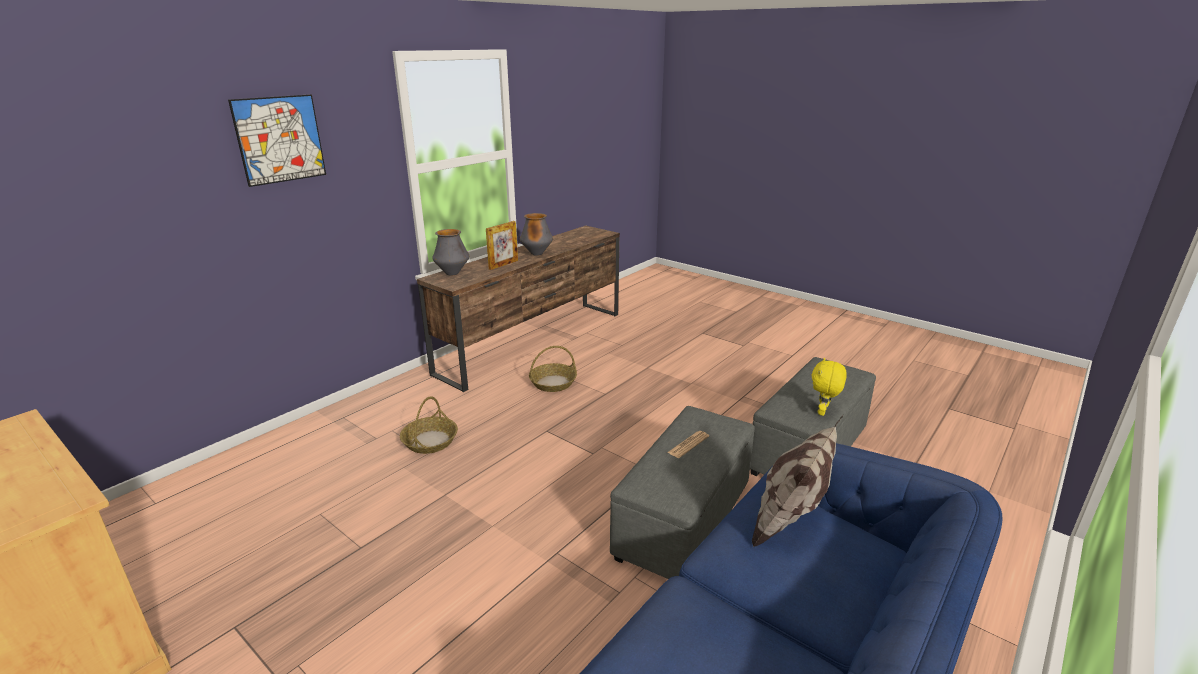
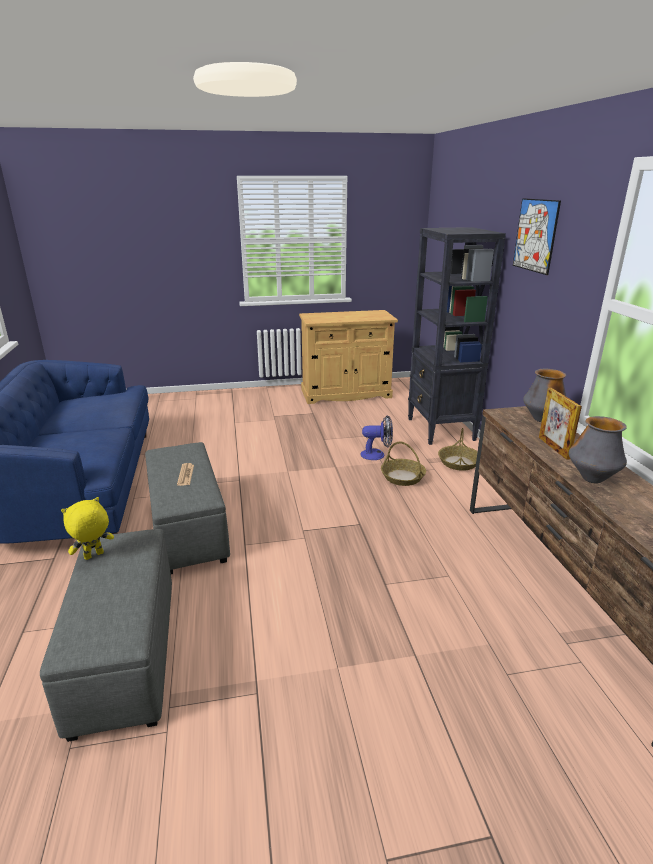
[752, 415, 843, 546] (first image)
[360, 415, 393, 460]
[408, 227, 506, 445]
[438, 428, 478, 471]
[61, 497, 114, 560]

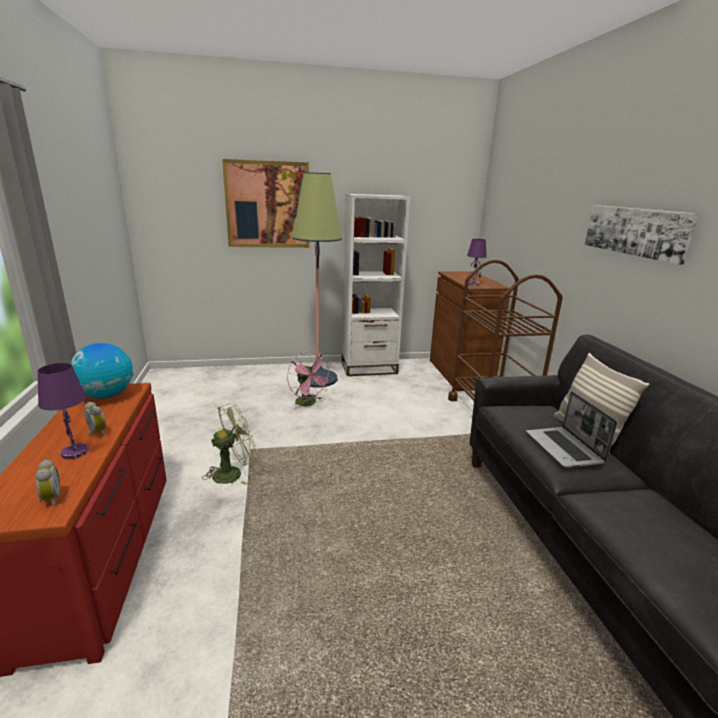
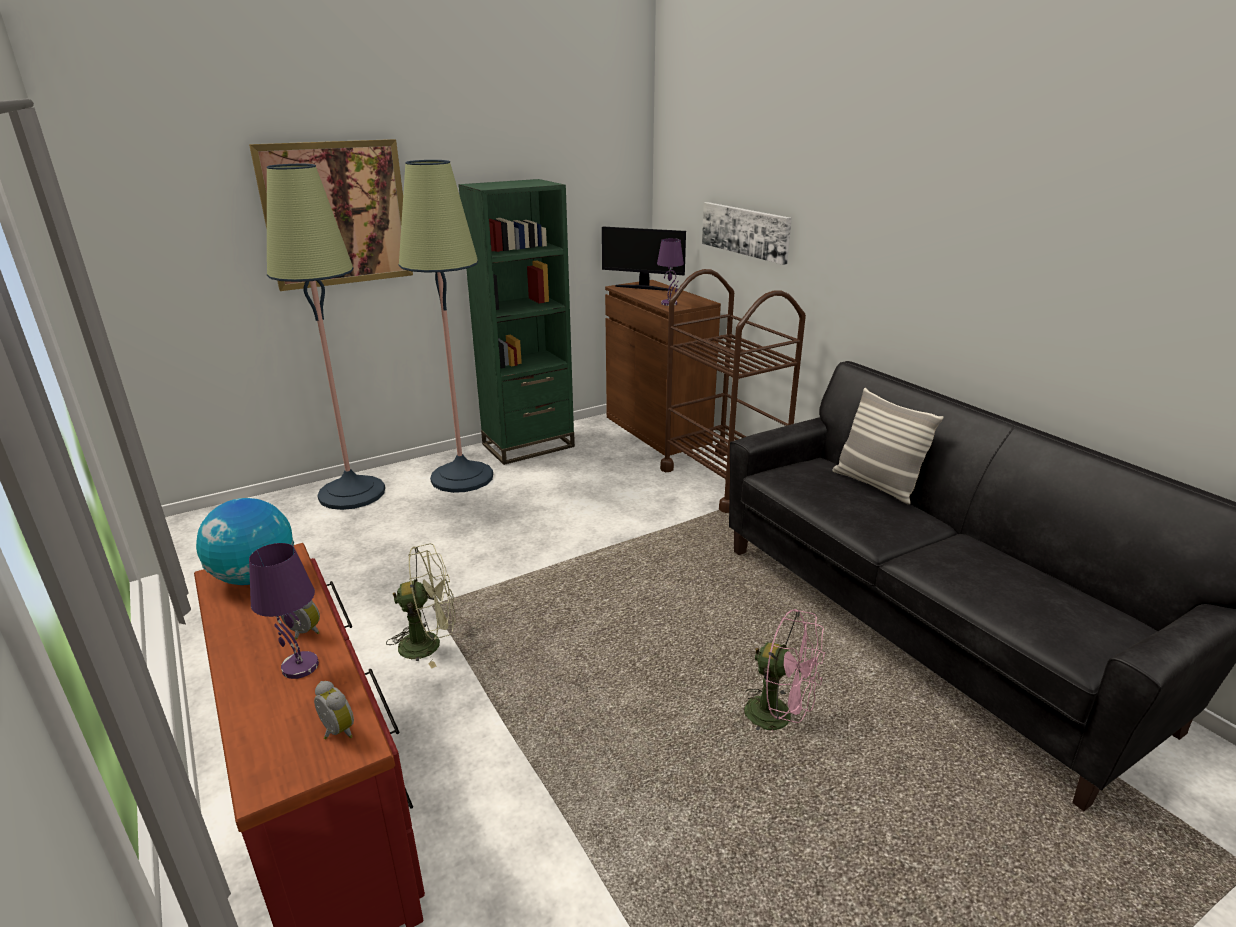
[526, 391, 617, 467] (first image)
[267, 164, 385, 510]
[602, 227, 686, 291]
[744, 609, 825, 732]
[702, 202, 792, 265]
[458, 179, 575, 465]
[386, 543, 455, 669]

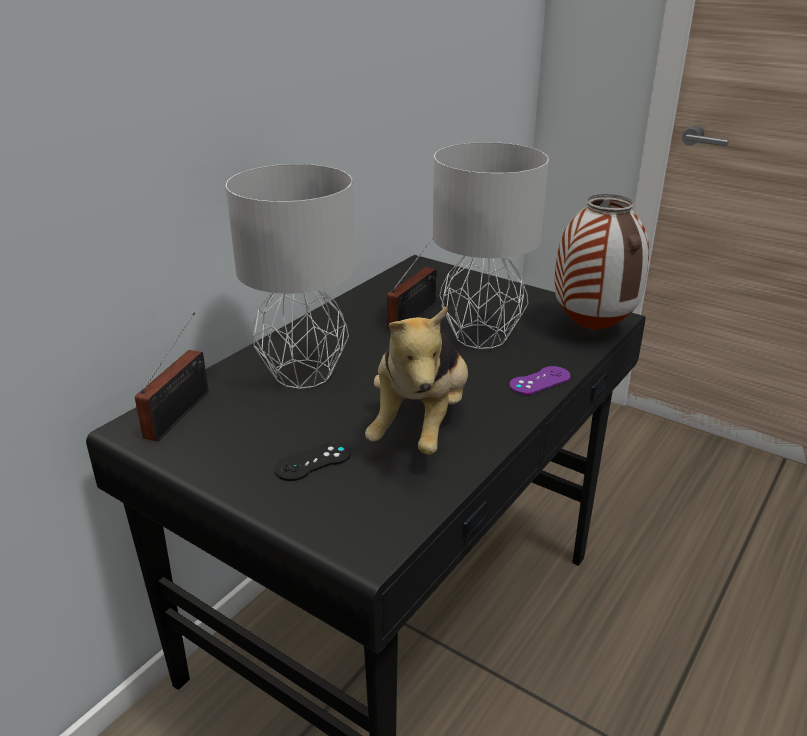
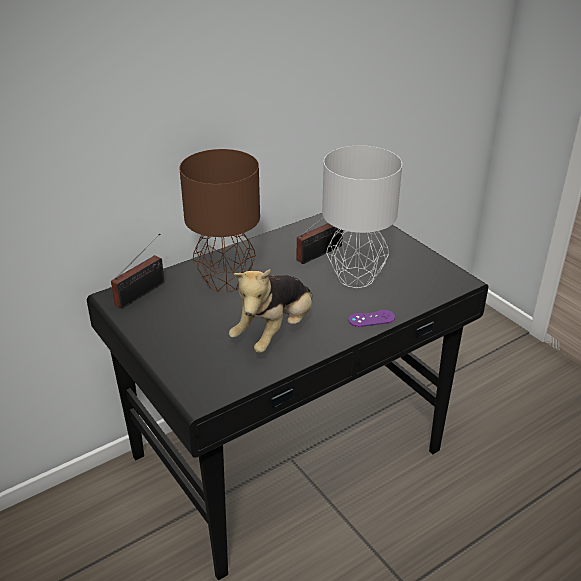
[274, 442, 351, 481] (first image)
[554, 194, 649, 330] (first image)
[179, 149, 260, 292]

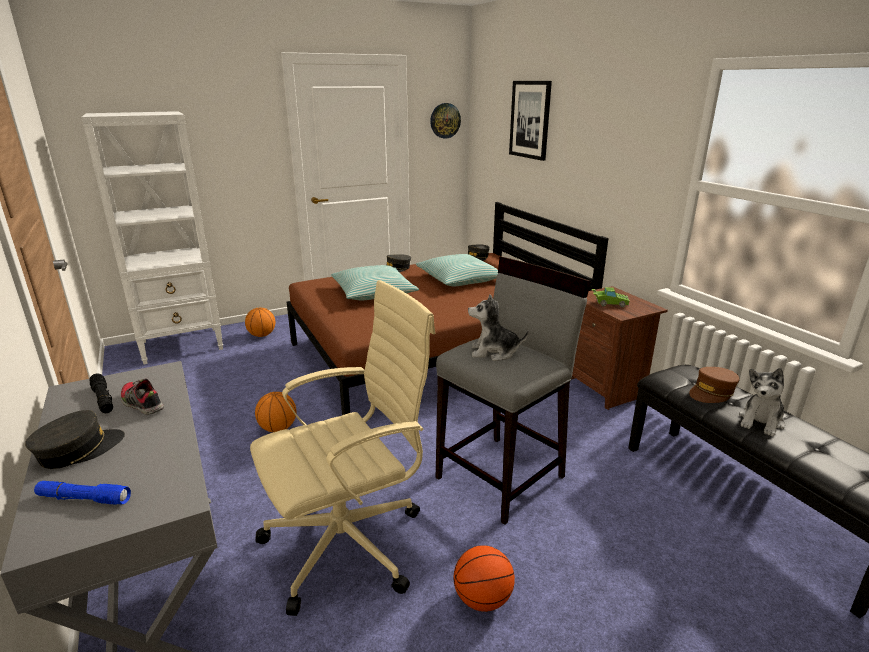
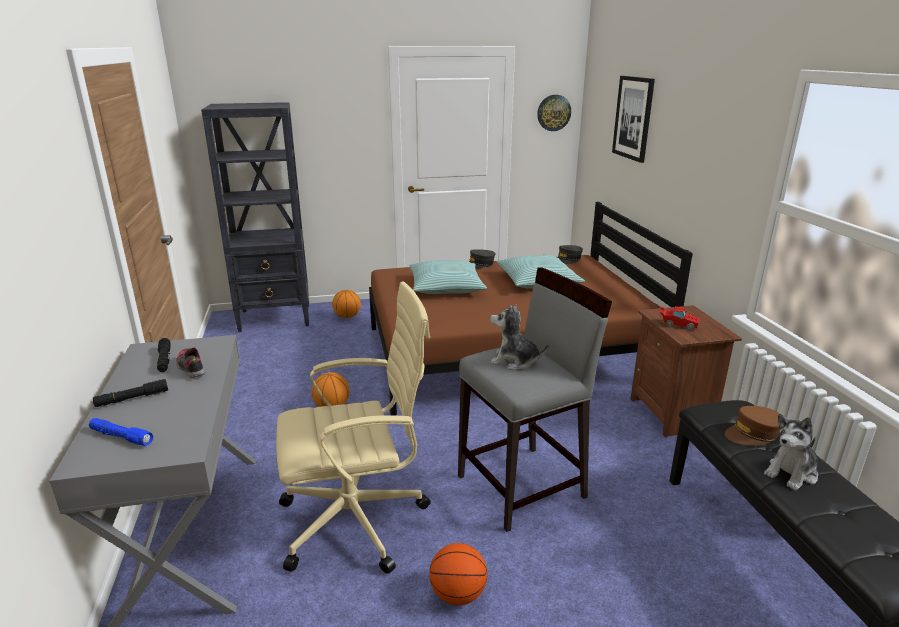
[93, 379, 168, 407]
[201, 102, 309, 332]
[659, 306, 700, 330]

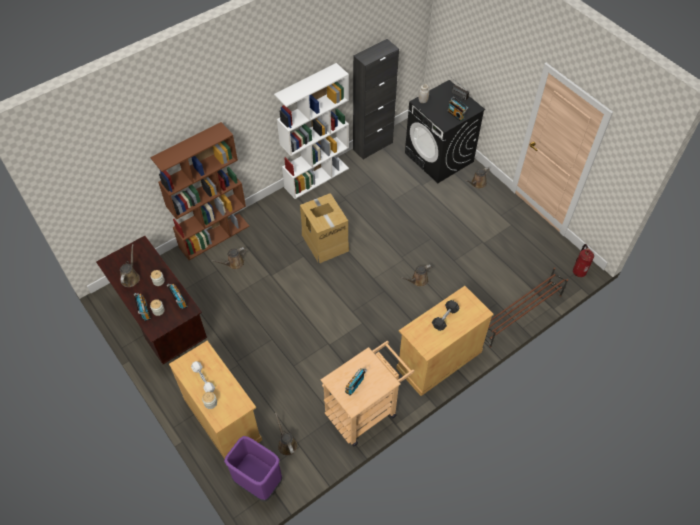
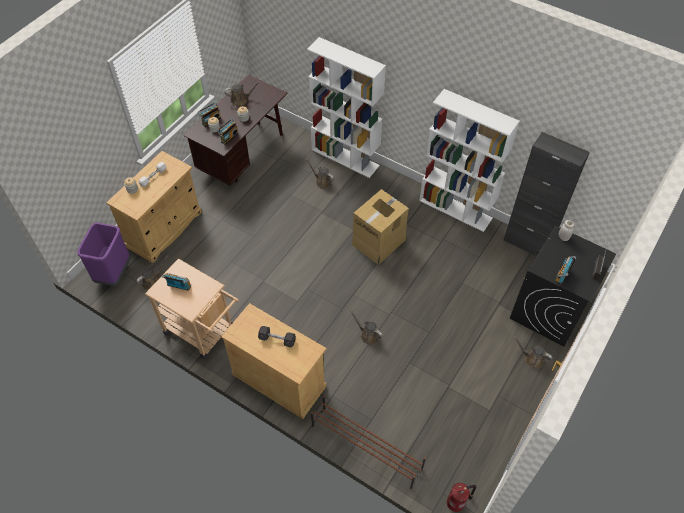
[307, 37, 386, 178]

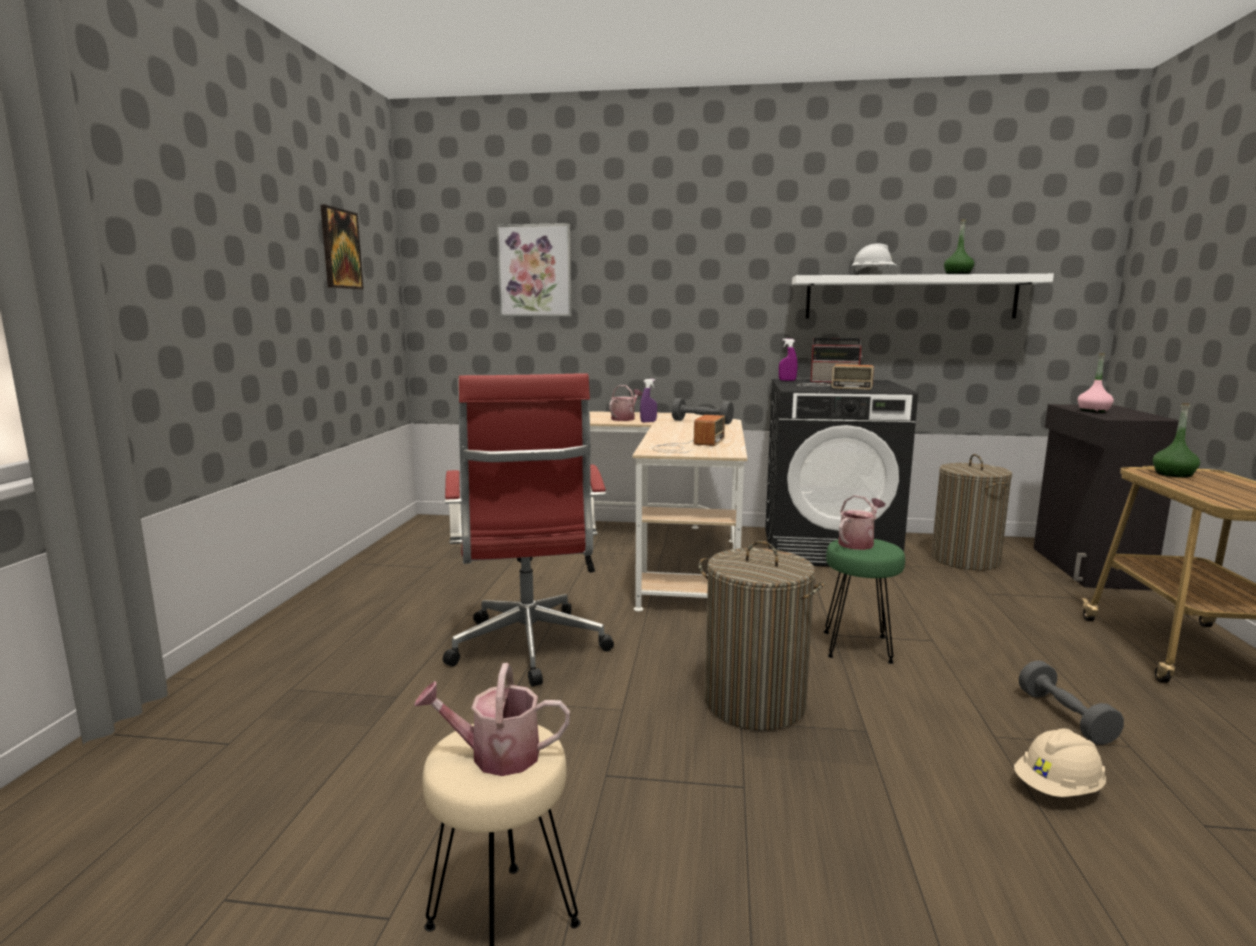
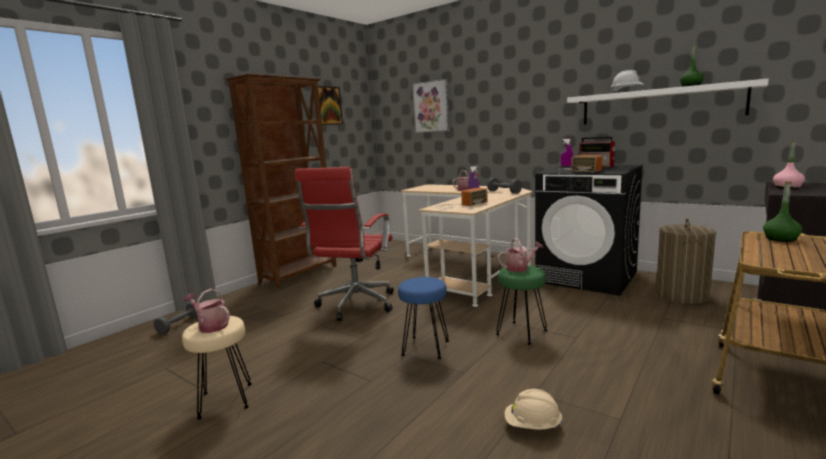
[226, 74, 337, 288]
[154, 303, 198, 334]
[398, 277, 449, 359]

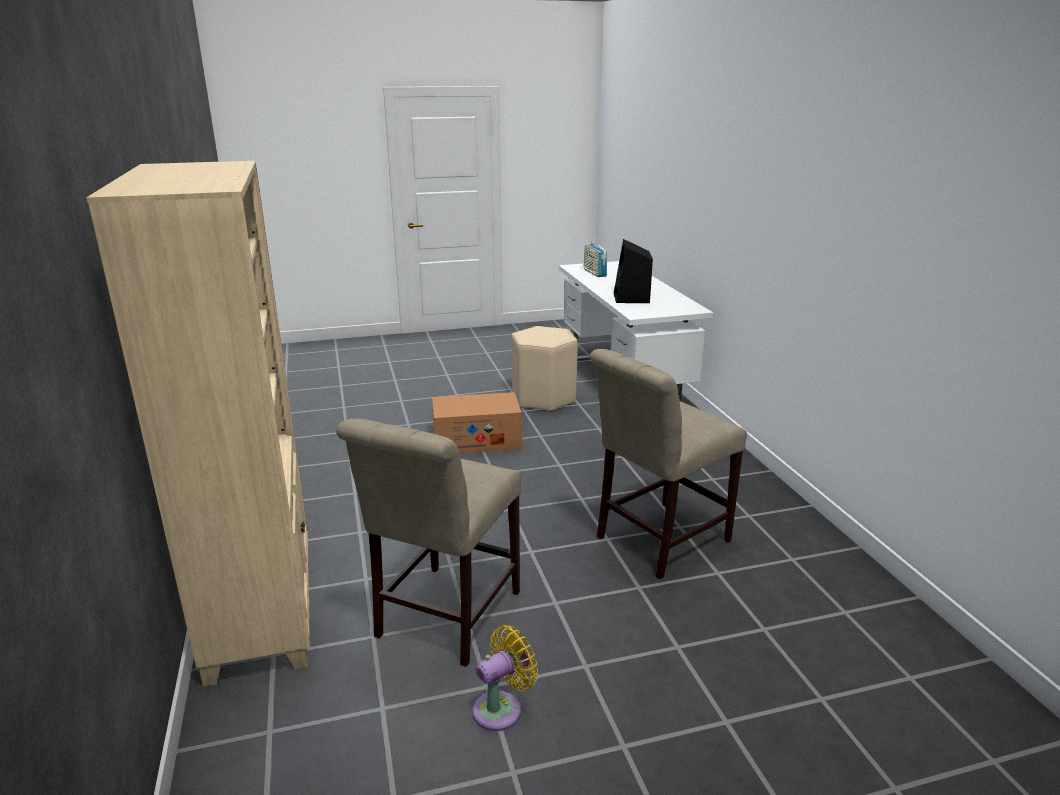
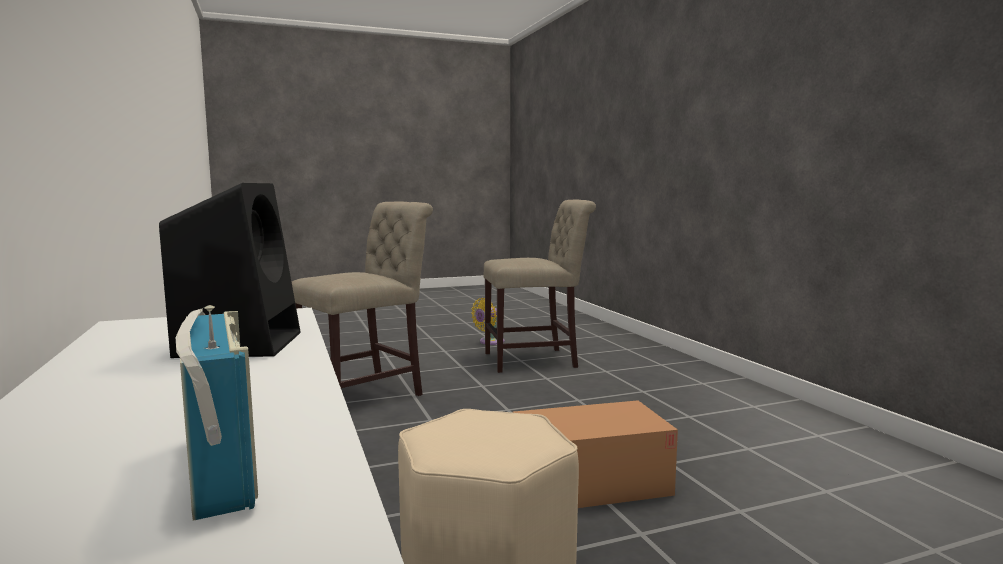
[86, 161, 310, 687] (first image)
[483, 199, 596, 373]

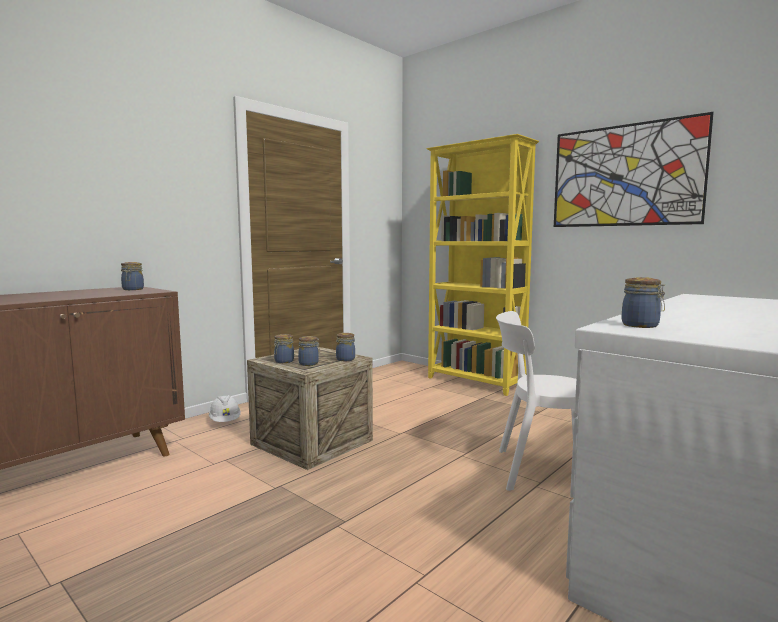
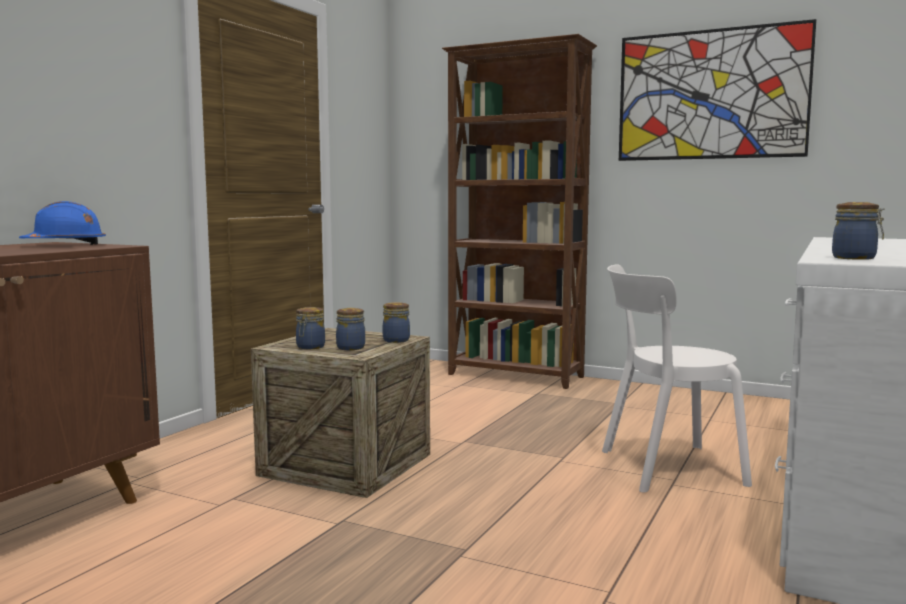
[209, 395, 241, 422] (first image)
[19, 201, 106, 245]
[442, 34, 597, 389]

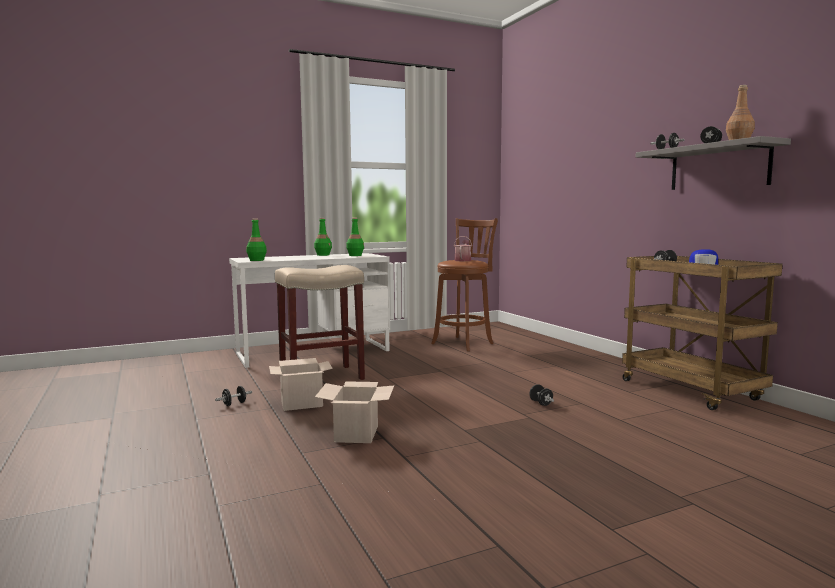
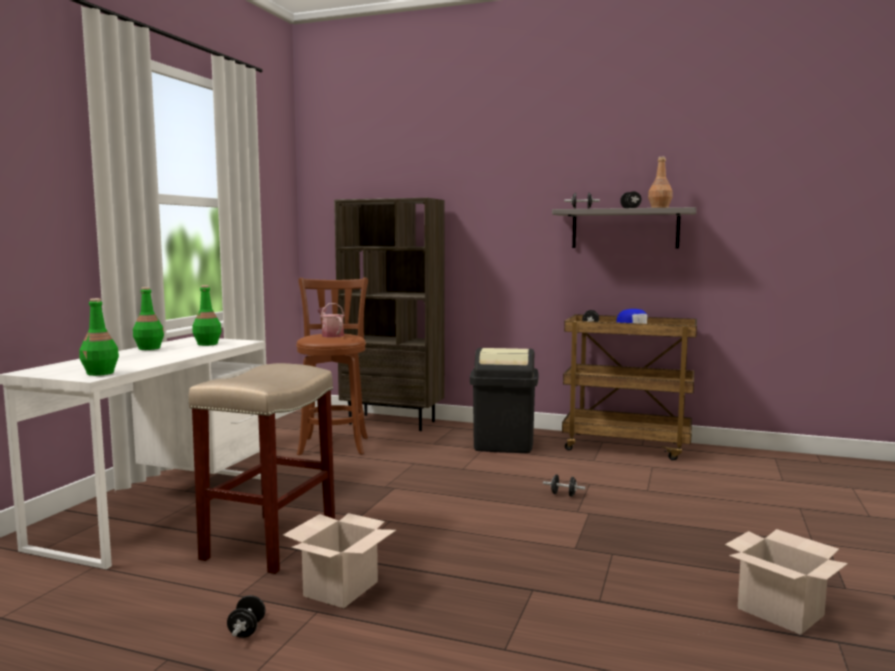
[334, 198, 445, 431]
[470, 348, 539, 453]
[725, 529, 848, 635]

